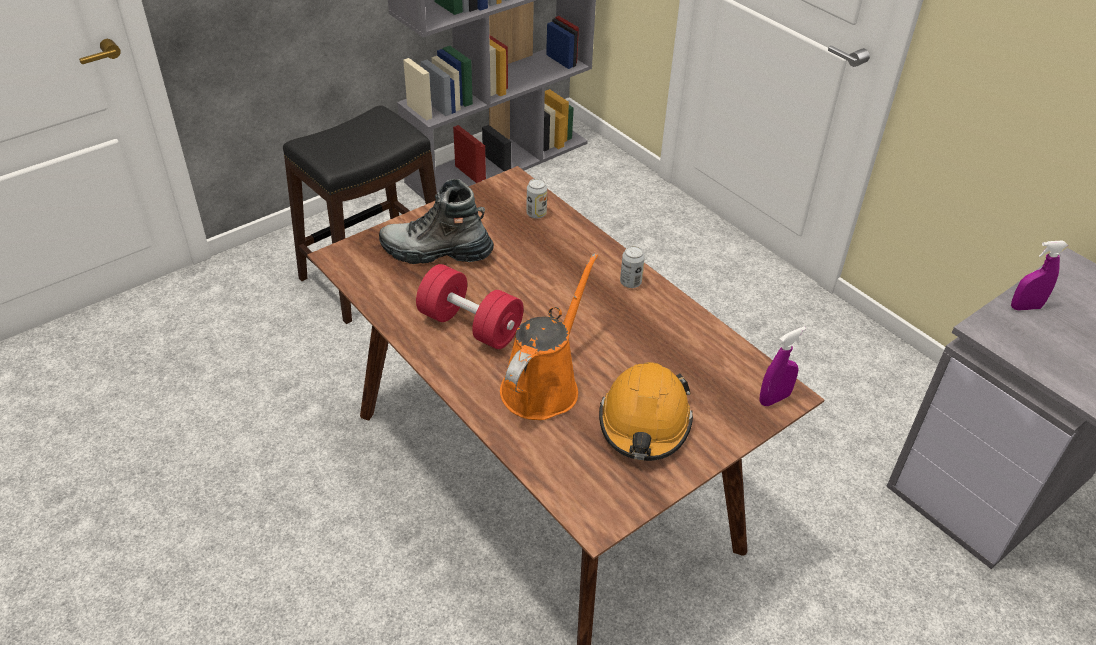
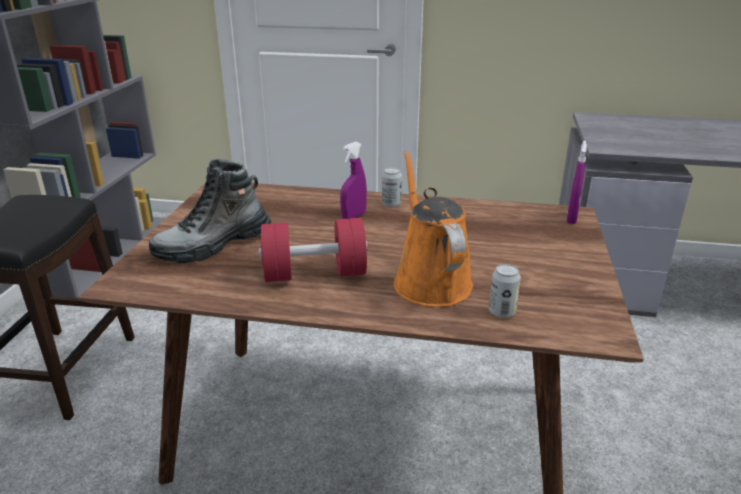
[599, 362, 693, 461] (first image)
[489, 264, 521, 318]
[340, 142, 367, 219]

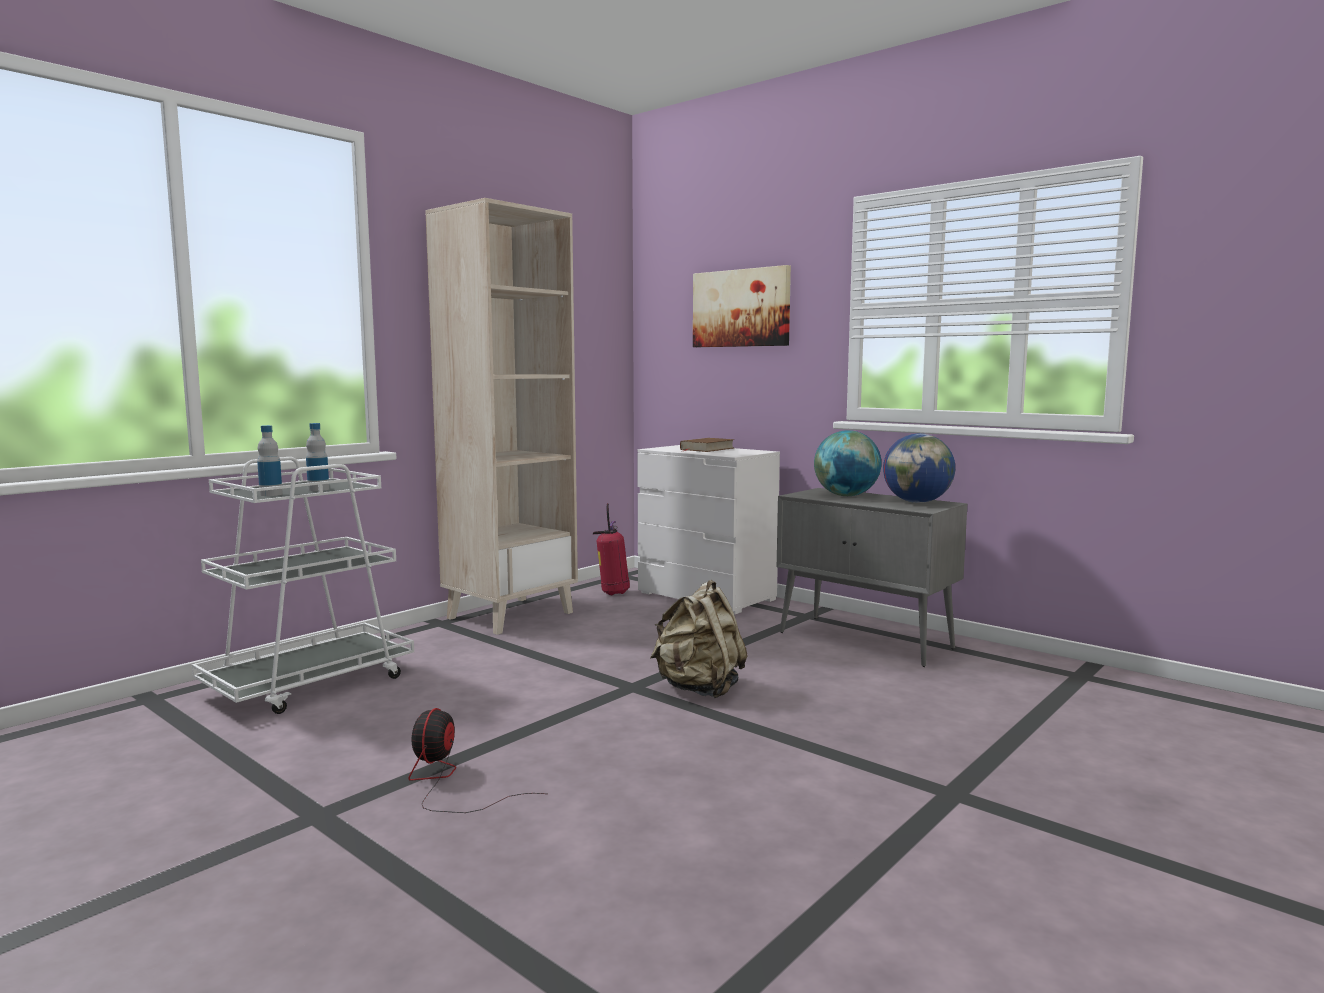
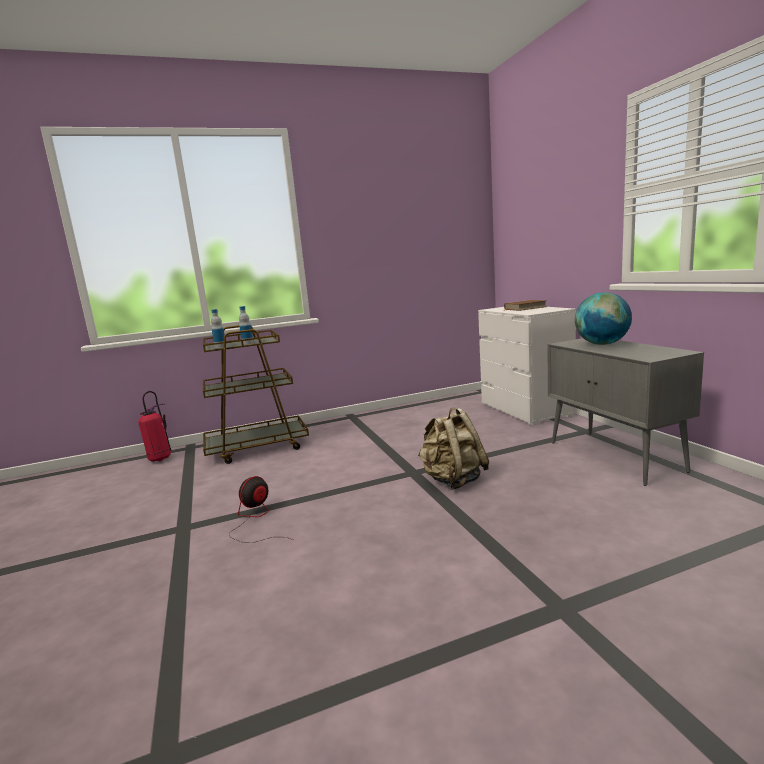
[425, 198, 578, 635] (first image)
[693, 265, 791, 347] (first image)
[883, 434, 955, 503] (first image)
[138, 391, 171, 462]
[203, 325, 309, 464]

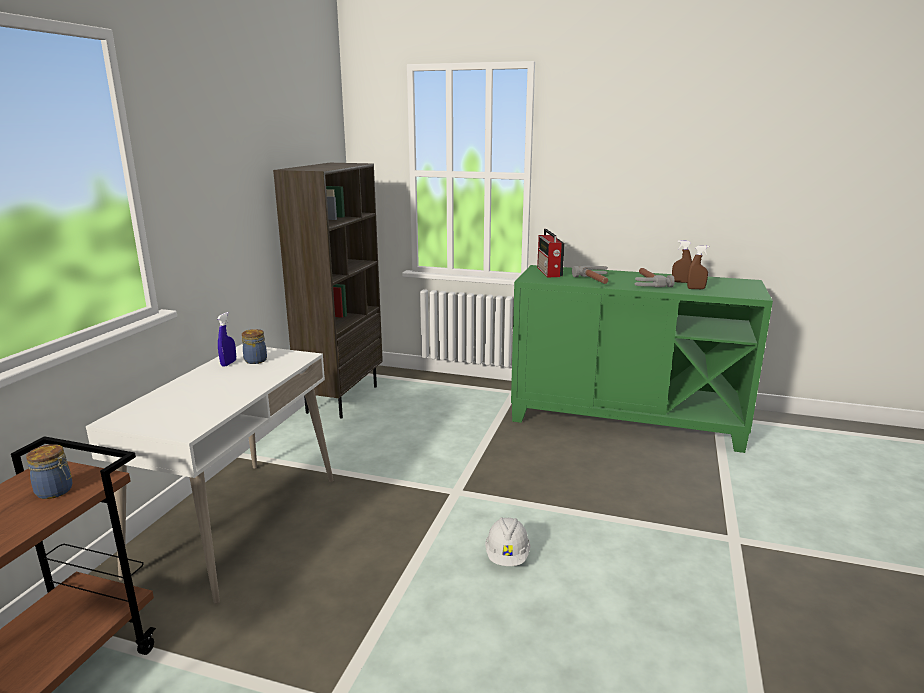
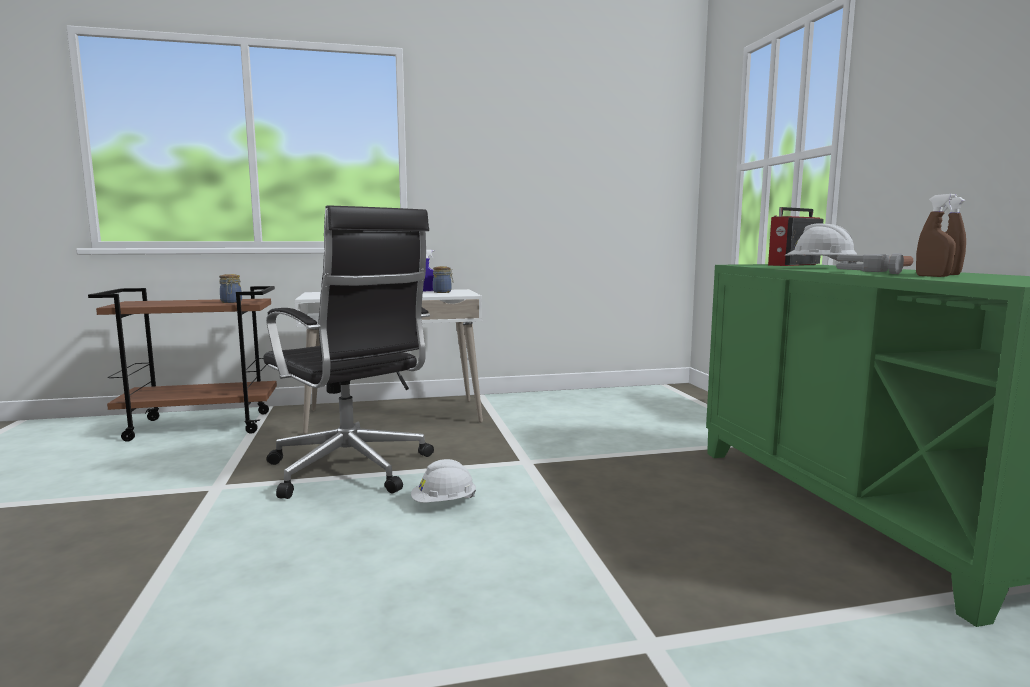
[273, 163, 383, 419] (first image)
[263, 205, 434, 499]
[785, 223, 857, 264]

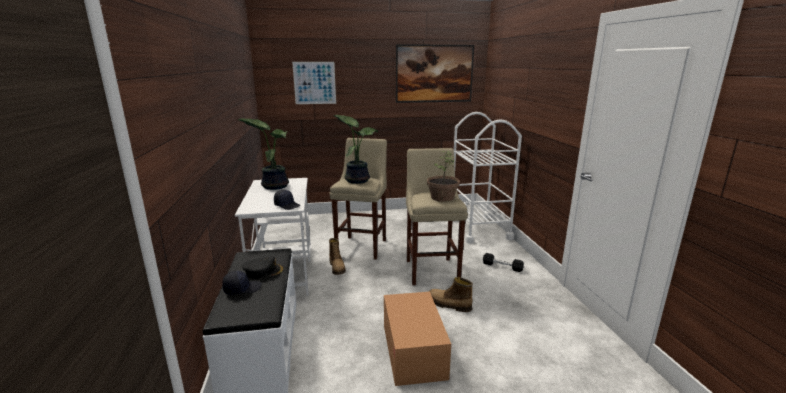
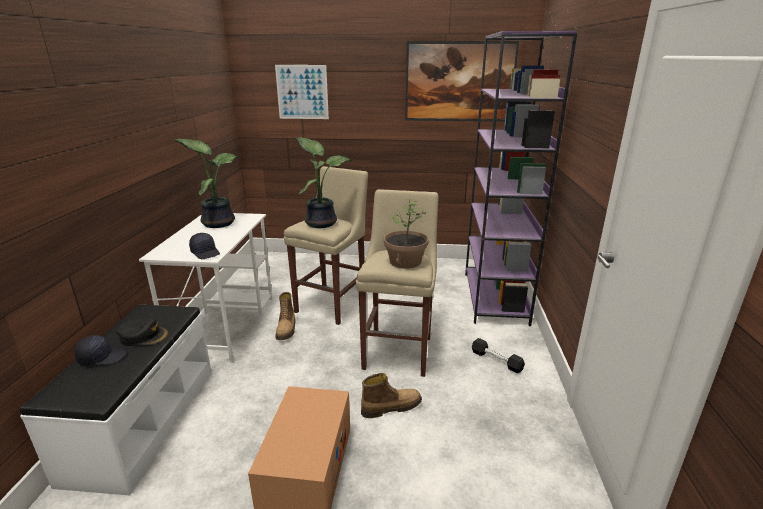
[465, 31, 577, 326]
[361, 373, 422, 418]

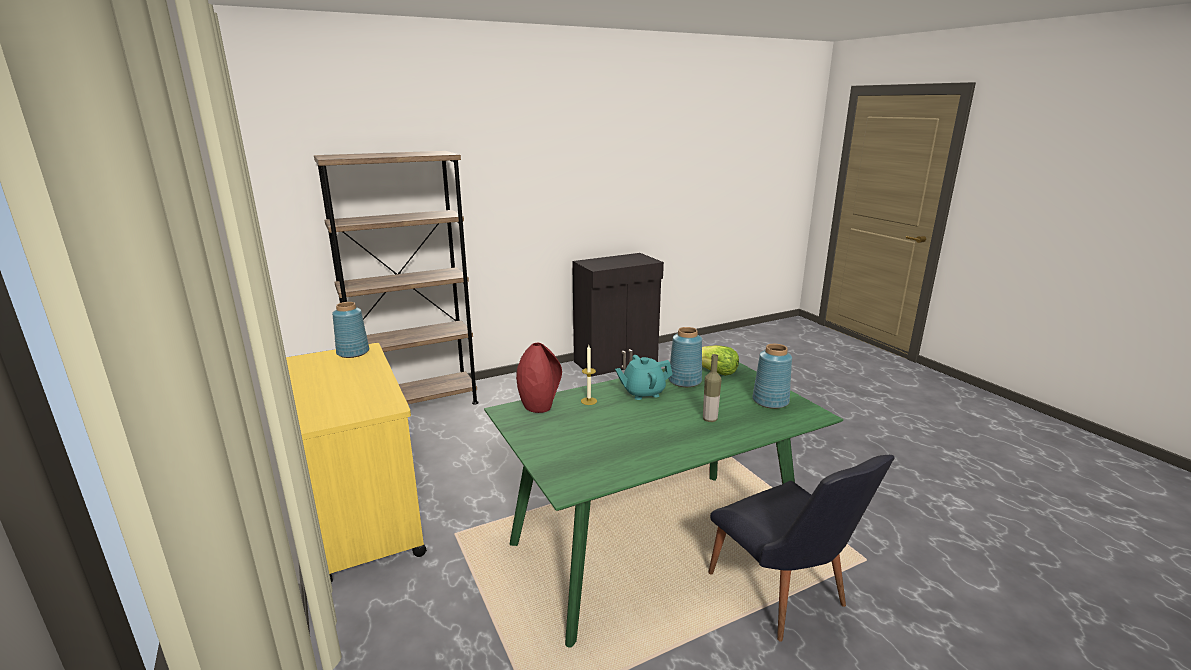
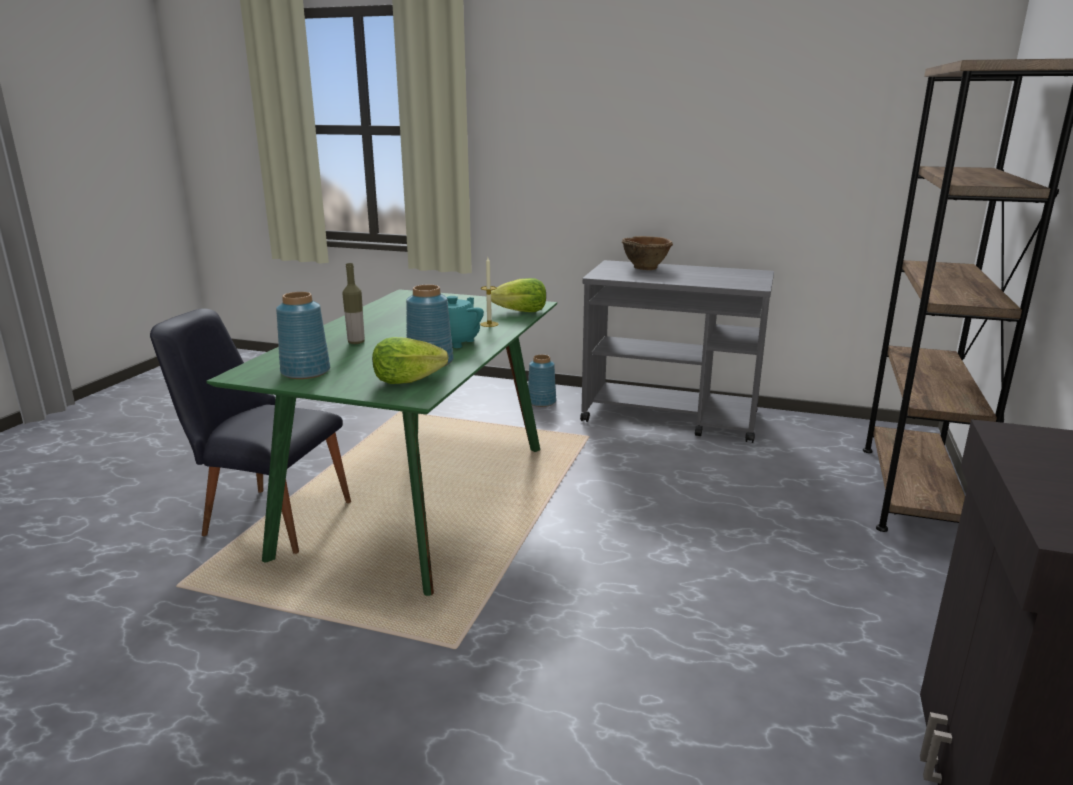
[622, 236, 673, 270]
[528, 354, 556, 407]
[491, 278, 546, 312]
[580, 260, 774, 443]

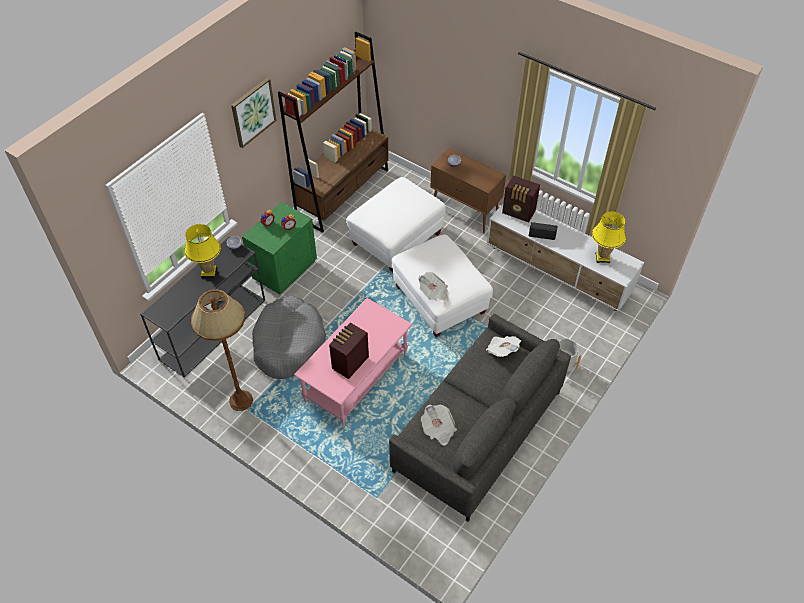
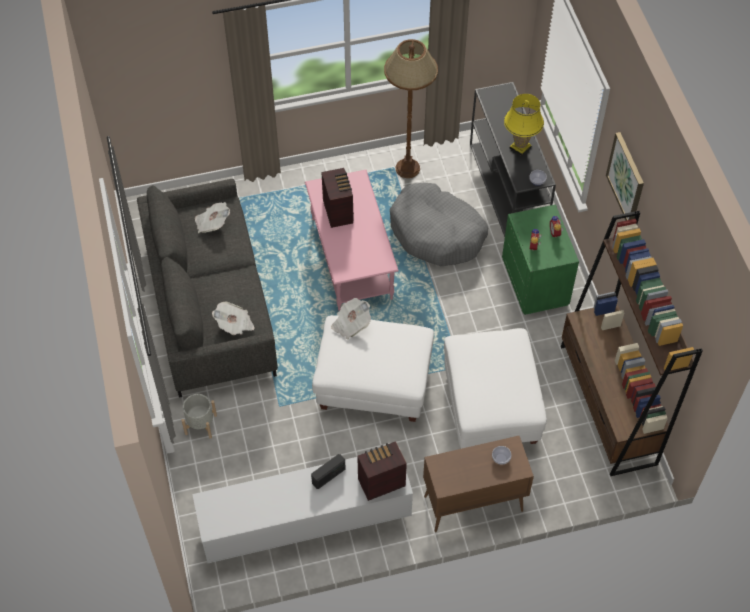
[592, 212, 626, 263] (first image)

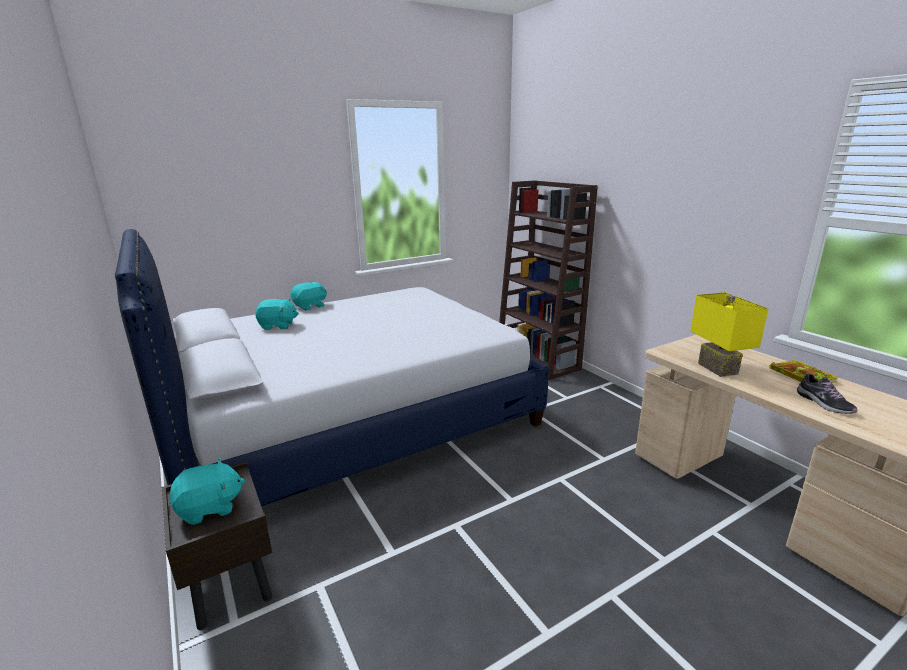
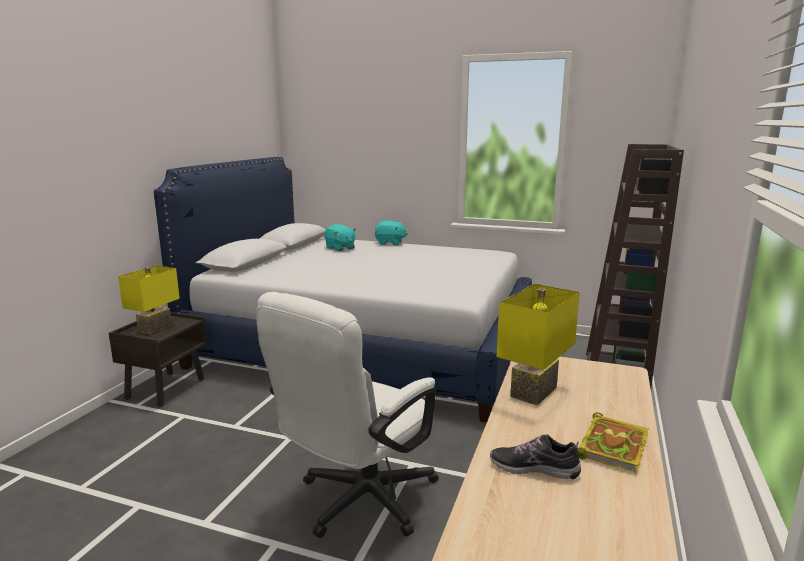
[256, 292, 439, 538]
[118, 265, 180, 334]
[490, 435, 581, 480]

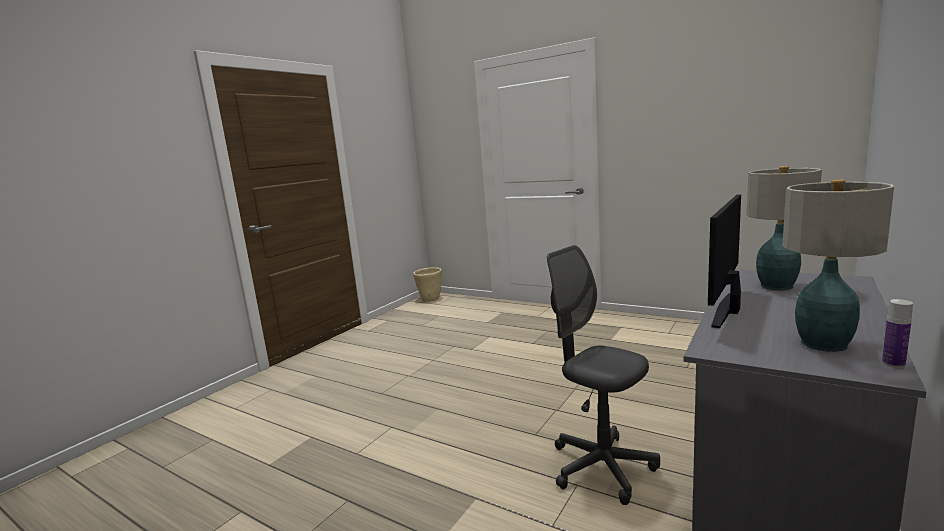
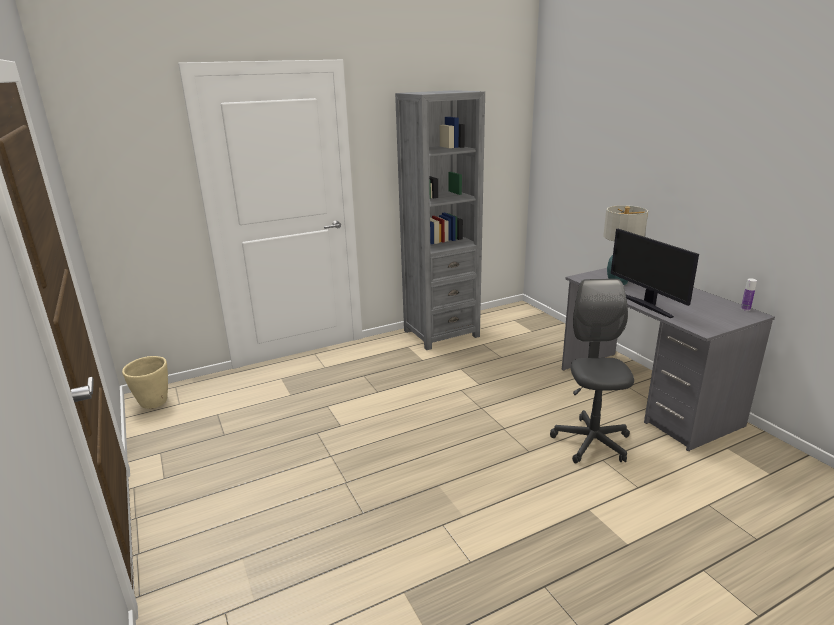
[782, 179, 894, 352] (first image)
[395, 90, 485, 350]
[550, 279, 634, 464]

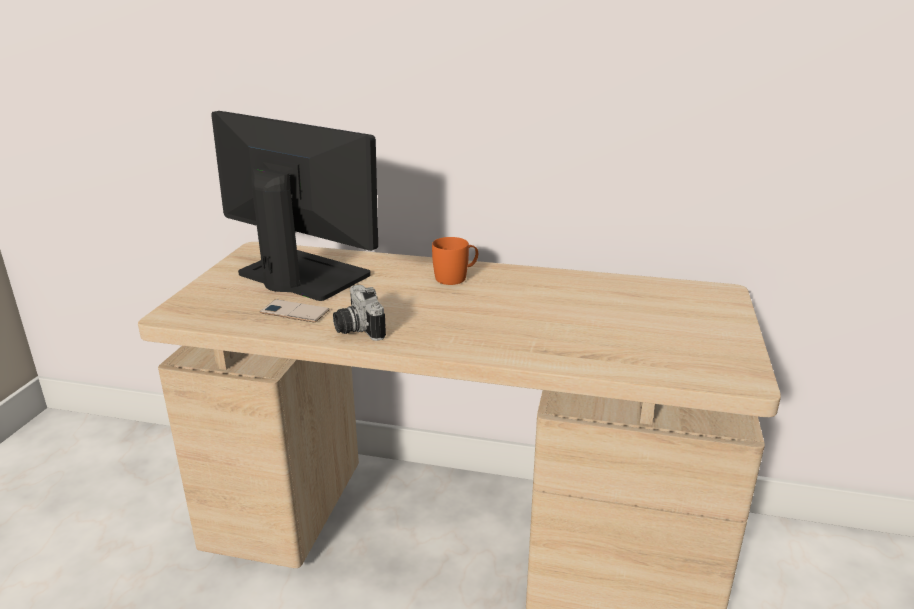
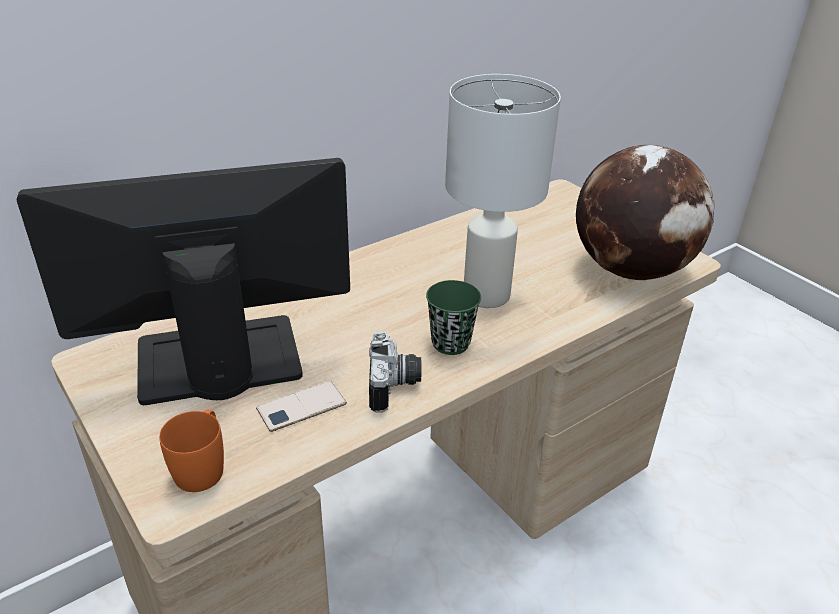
[426, 280, 481, 355]
[445, 74, 561, 308]
[576, 145, 714, 280]
[159, 410, 224, 492]
[369, 331, 421, 412]

